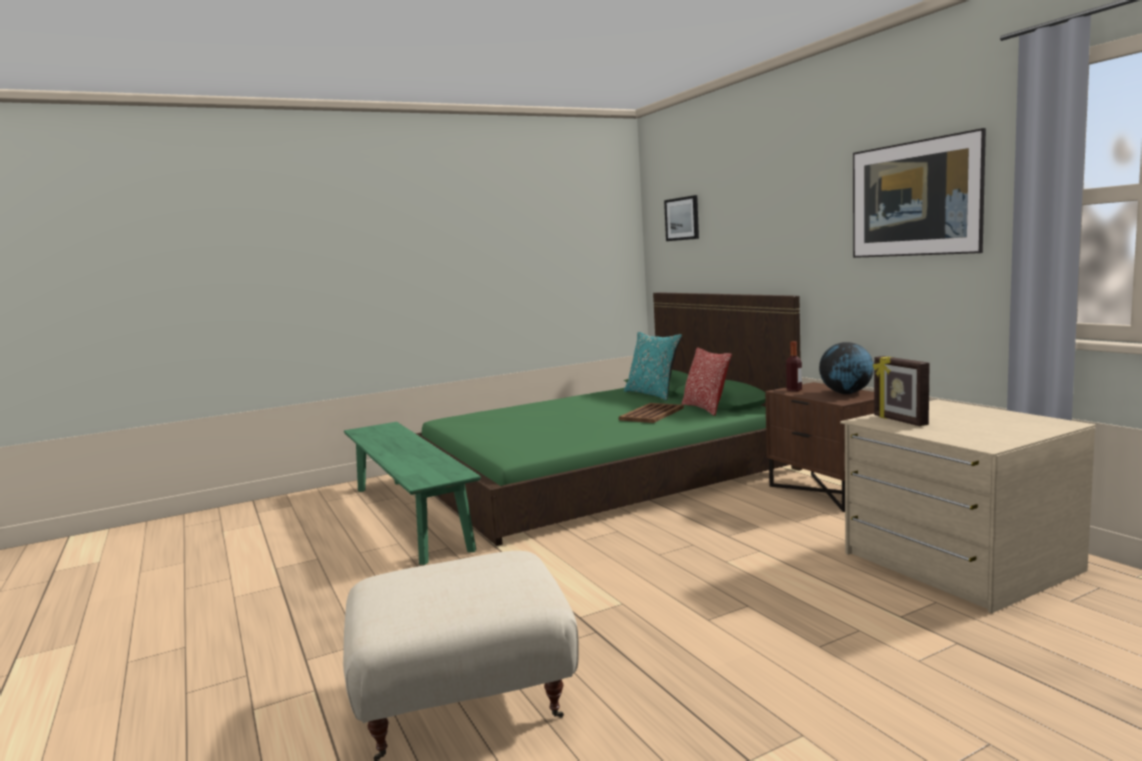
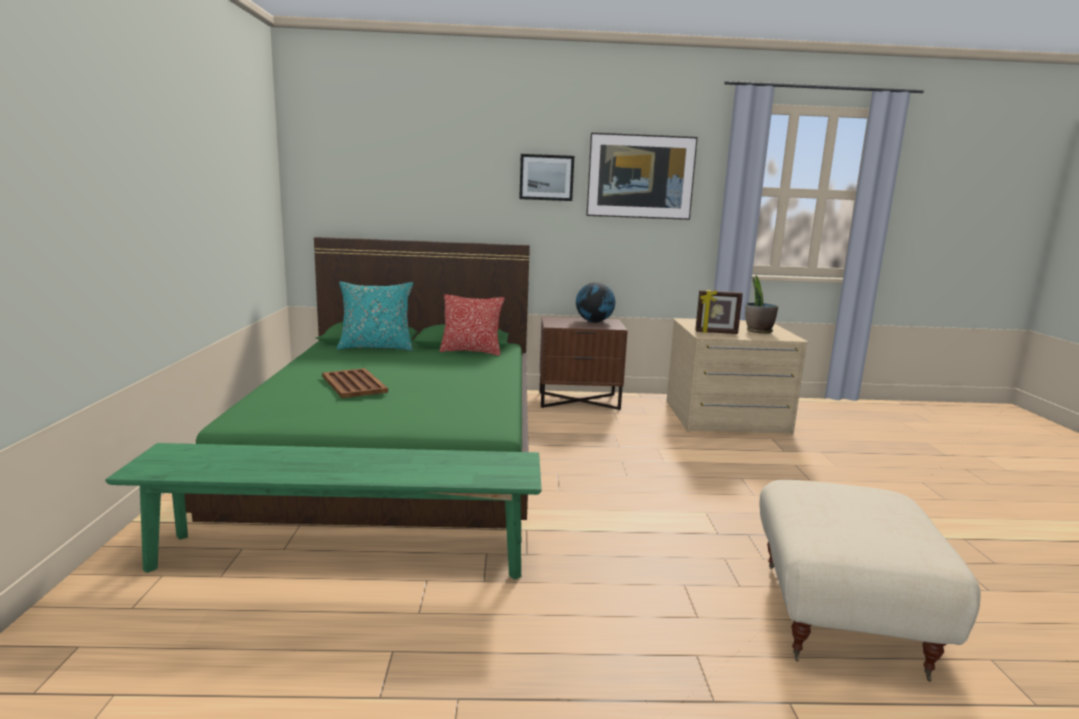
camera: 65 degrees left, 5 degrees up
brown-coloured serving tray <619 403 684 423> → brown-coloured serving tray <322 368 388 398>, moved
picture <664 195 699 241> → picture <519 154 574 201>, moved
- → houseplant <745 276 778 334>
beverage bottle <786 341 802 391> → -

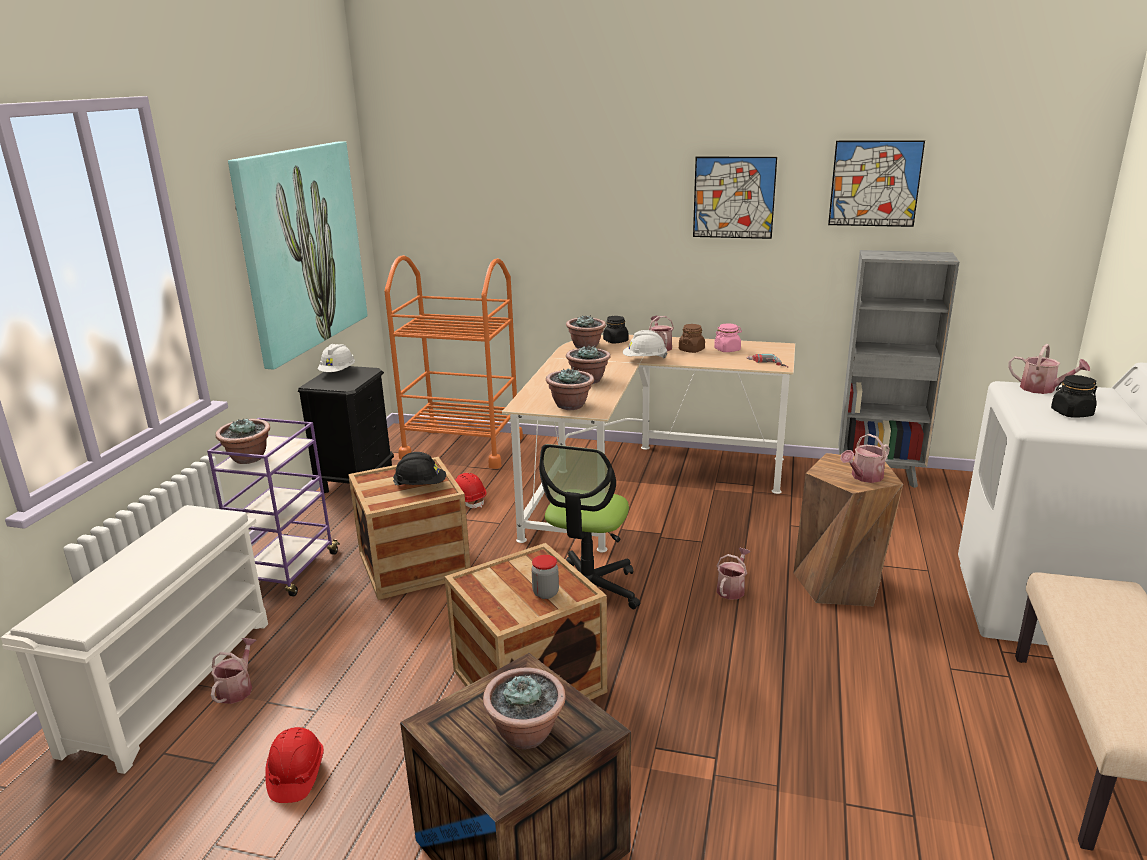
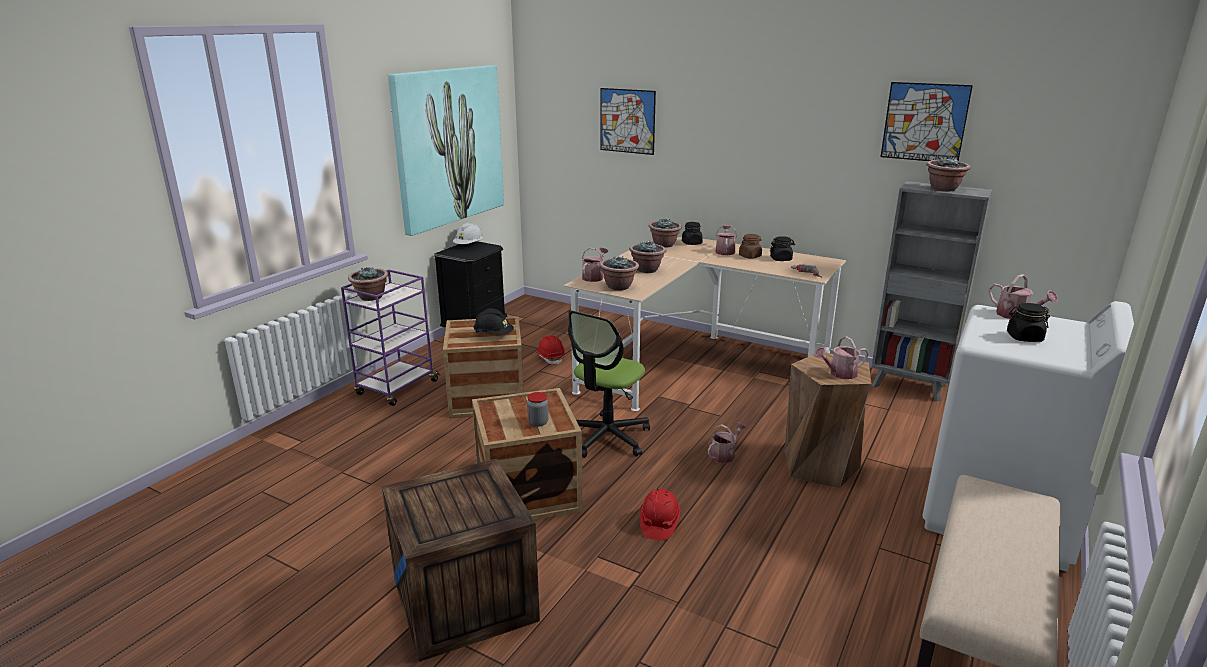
camera: 15 degrees right, 0 degrees up
sprinkling can <211 638 257 704> → sprinkling can <582 248 608 282>, moved
picture <693 157 777 239> → picture <600 88 656 155>, moved
red-coloured work helmet <265 727 324 803> → red-coloured work helmet <640 489 681 540>, moved
pink storage jar <714 323 742 352> → black storage jar <770 236 795 261>
houseplant <483 667 566 749> → houseplant <926 156 971 191>, moved
white shoe stand <1 505 268 774> → -
orangey cart <385 255 523 469> → -
white work helmet <623 330 667 358> → -

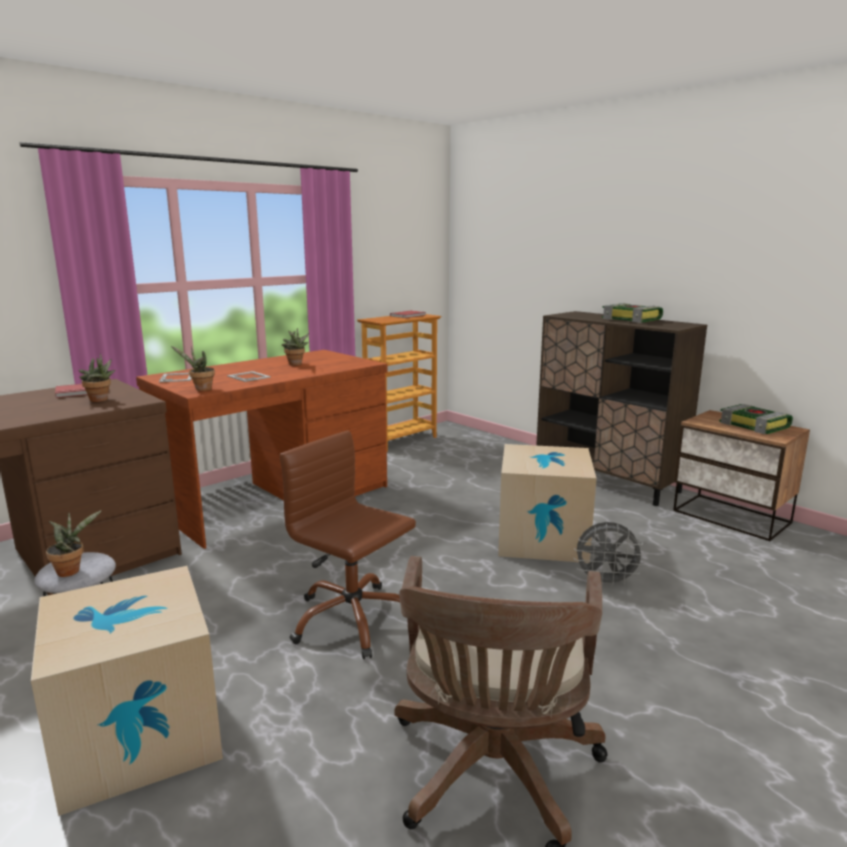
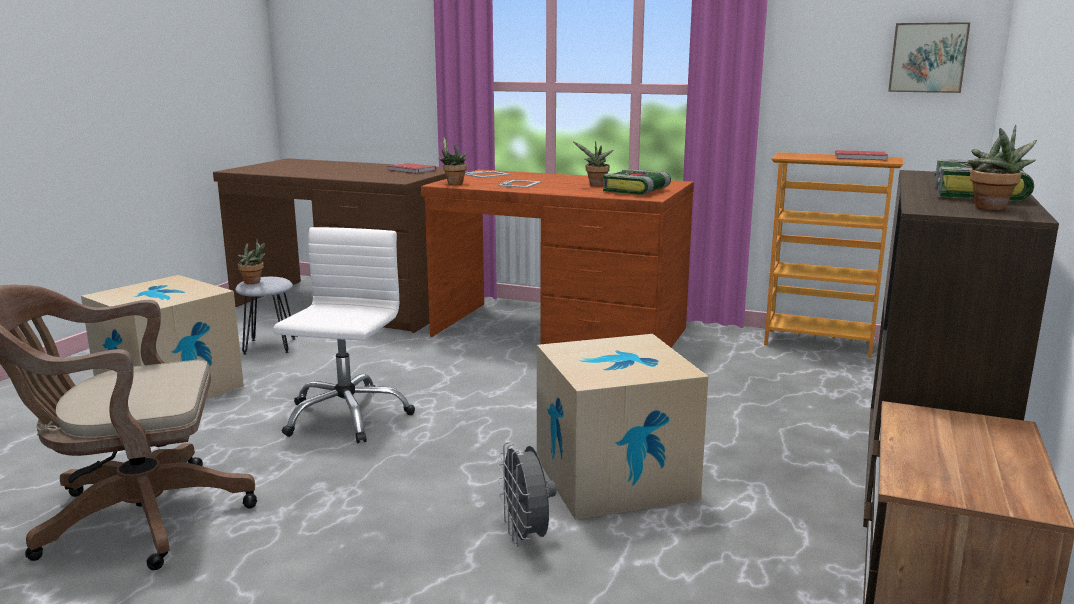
camera: 65 degrees right, 0 degrees up
brown-coloured office chair <280 431 416 659> → white office chair <273 227 415 443>
book <719 404 793 434> → book <603 169 671 195>, moved
- → picture <888 22 970 93>
houseplant <79 353 115 402> → houseplant <967 125 1037 210>, moved

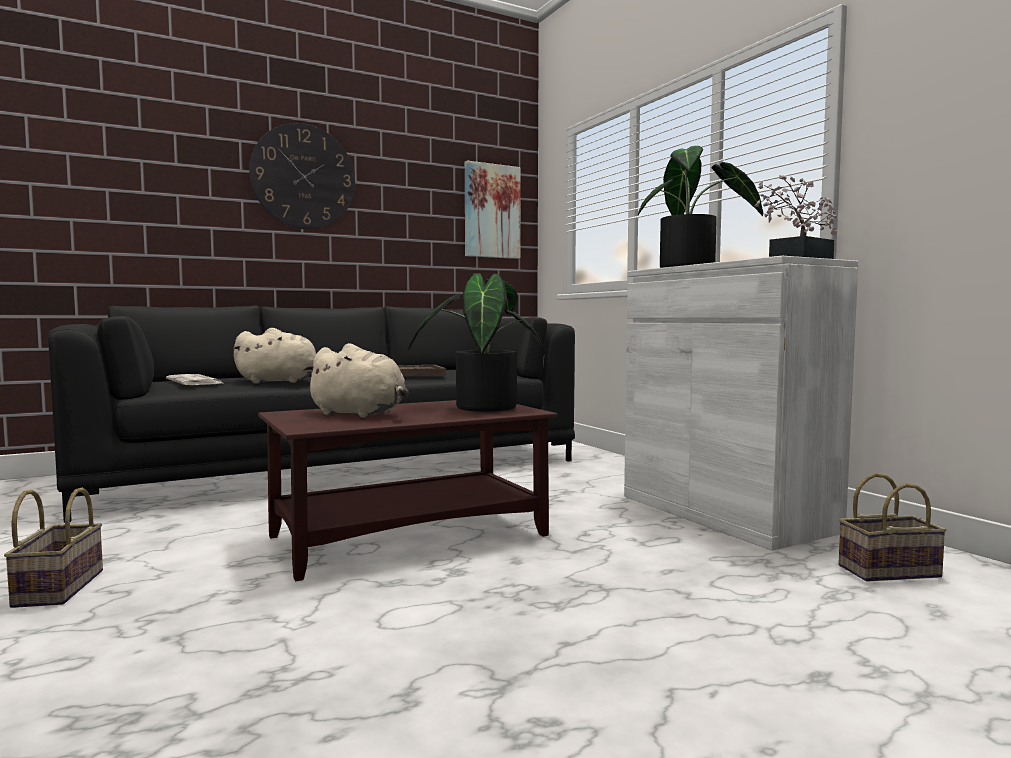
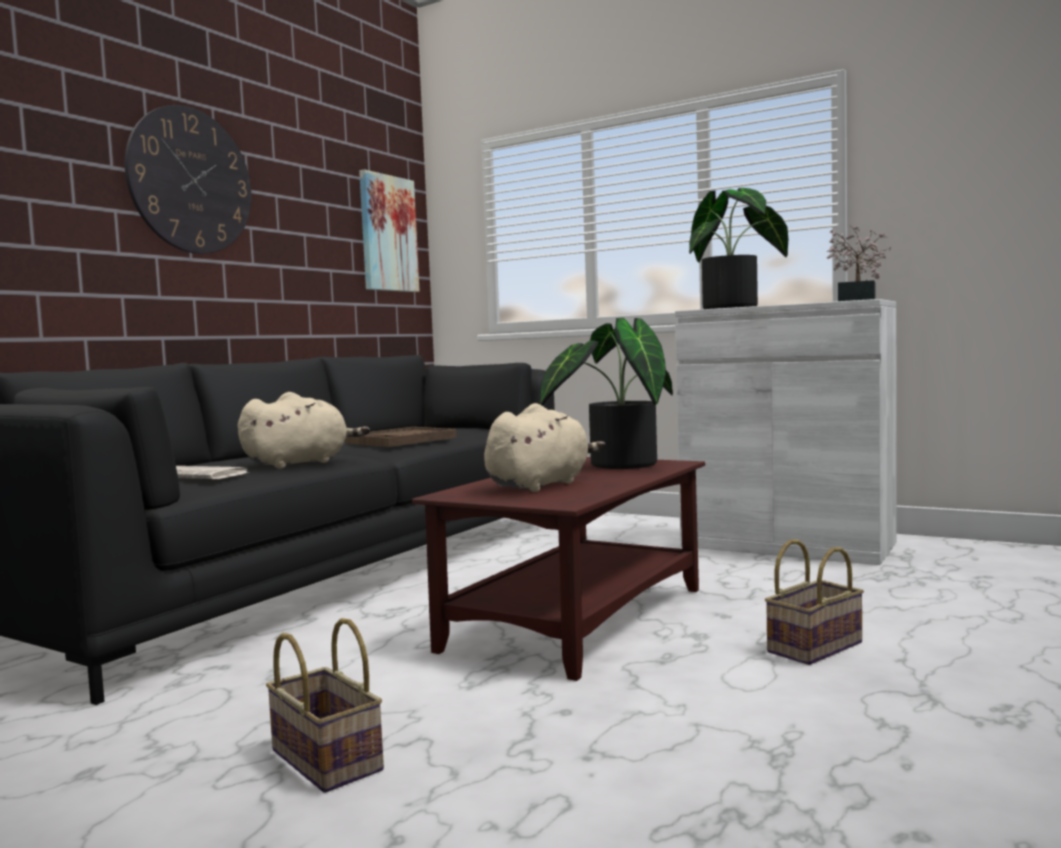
camera: 30 degrees left, 0 degrees up
beige soft toy <304 343 408 418> → beige soft toy <484 403 606 492>, 45 degrees counterclockwise
storage basket <838 473 947 582> → storage basket <765 539 864 665>, moved

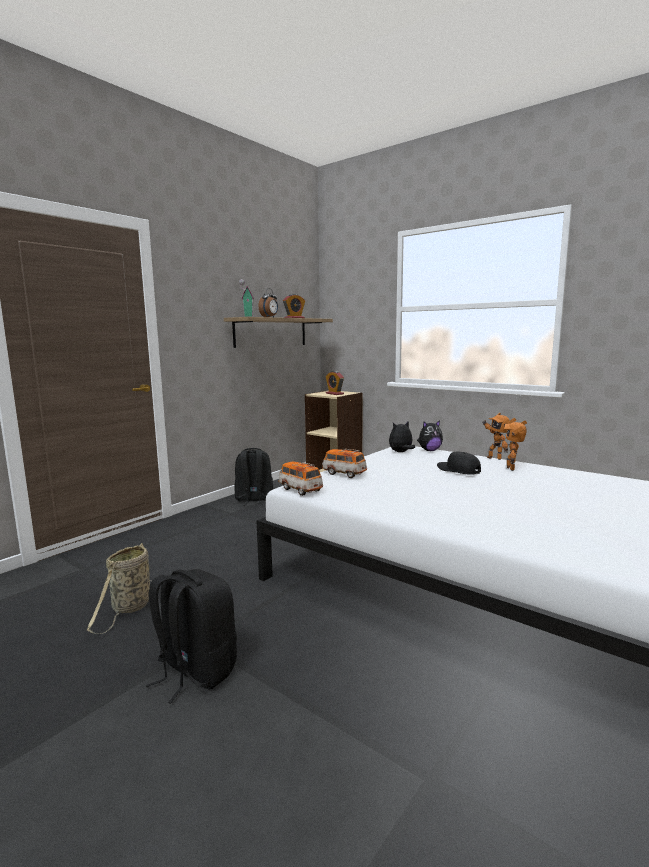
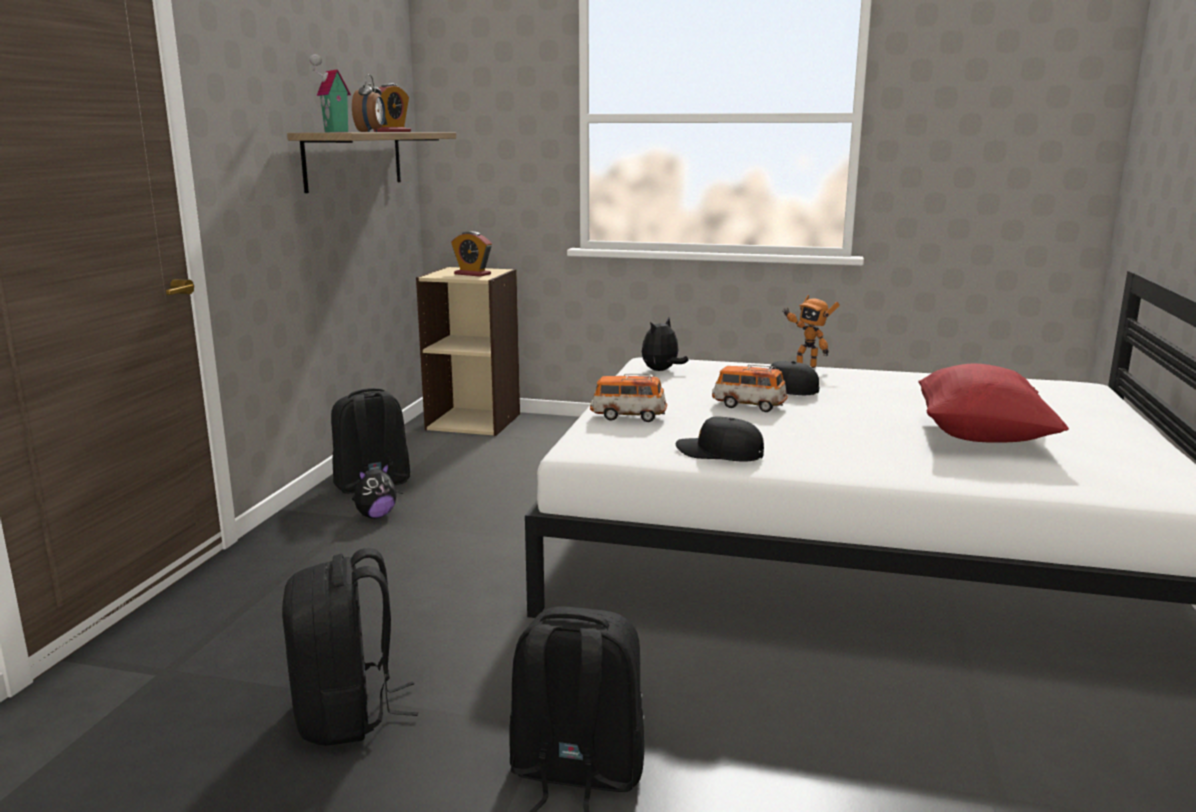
camera: 25 degrees left, 5 degrees up
storage basket <87 543 151 634> → black rucksack <282 548 418 746>
soft toy <417 420 443 451> → soft toy <352 463 397 519>, moved
- → black cap <676 417 764 462>
miniature car <278 461 323 496> → miniature car <712 365 788 412>, moved
- → red-coloured pillow <918 364 1069 443>
toy robot <504 420 527 471> → -

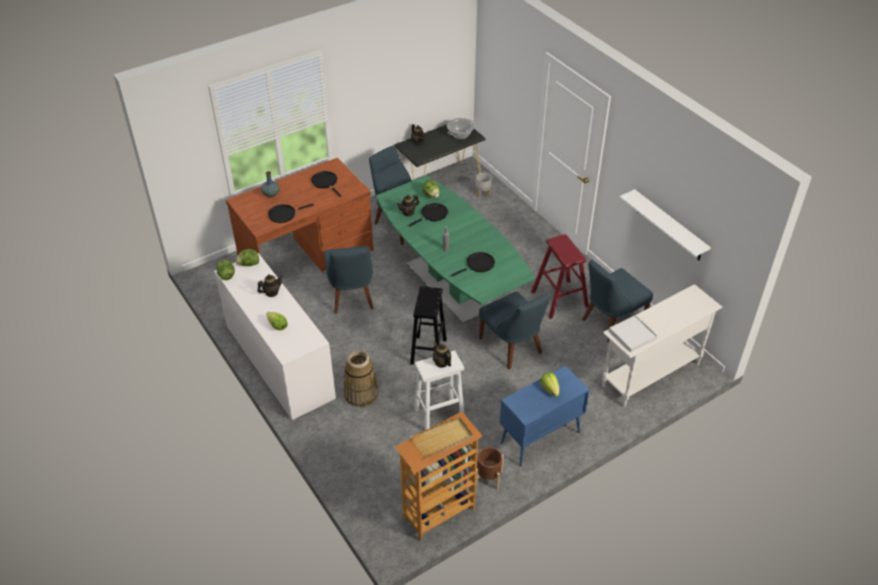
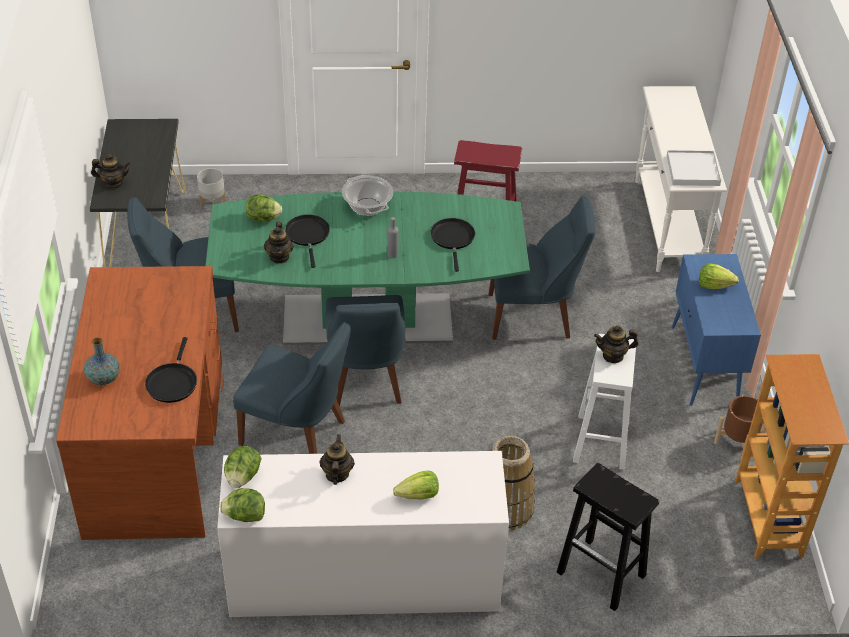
camera: 60 degrees left, 0 degrees up
blue chair <582 260 653 343> → blue chair <326 295 405 406>, moved
stockpot <447 118 475 139> → stockpot <342 175 393 216>, moved
black stool <410 286 447 365> → black stool <557 463 659 611>, moved
black skillet <311 171 341 197> → -
beige serving tray <411 417 473 459> → -
white bracket shelf <619 189 711 261> → -

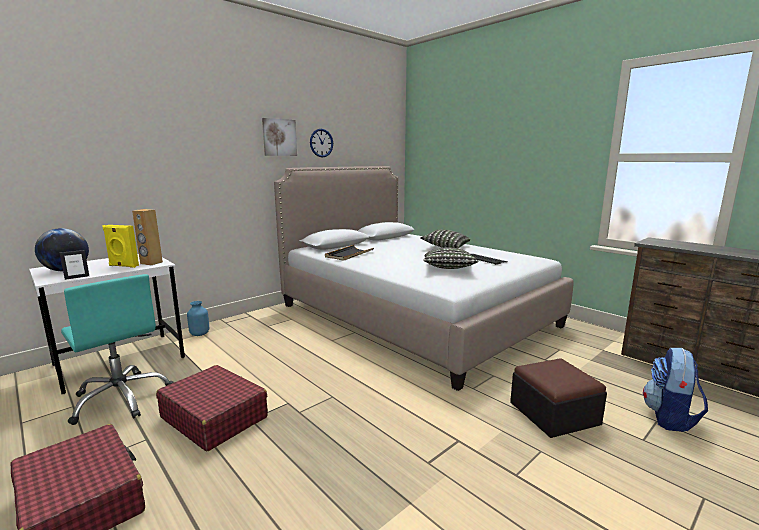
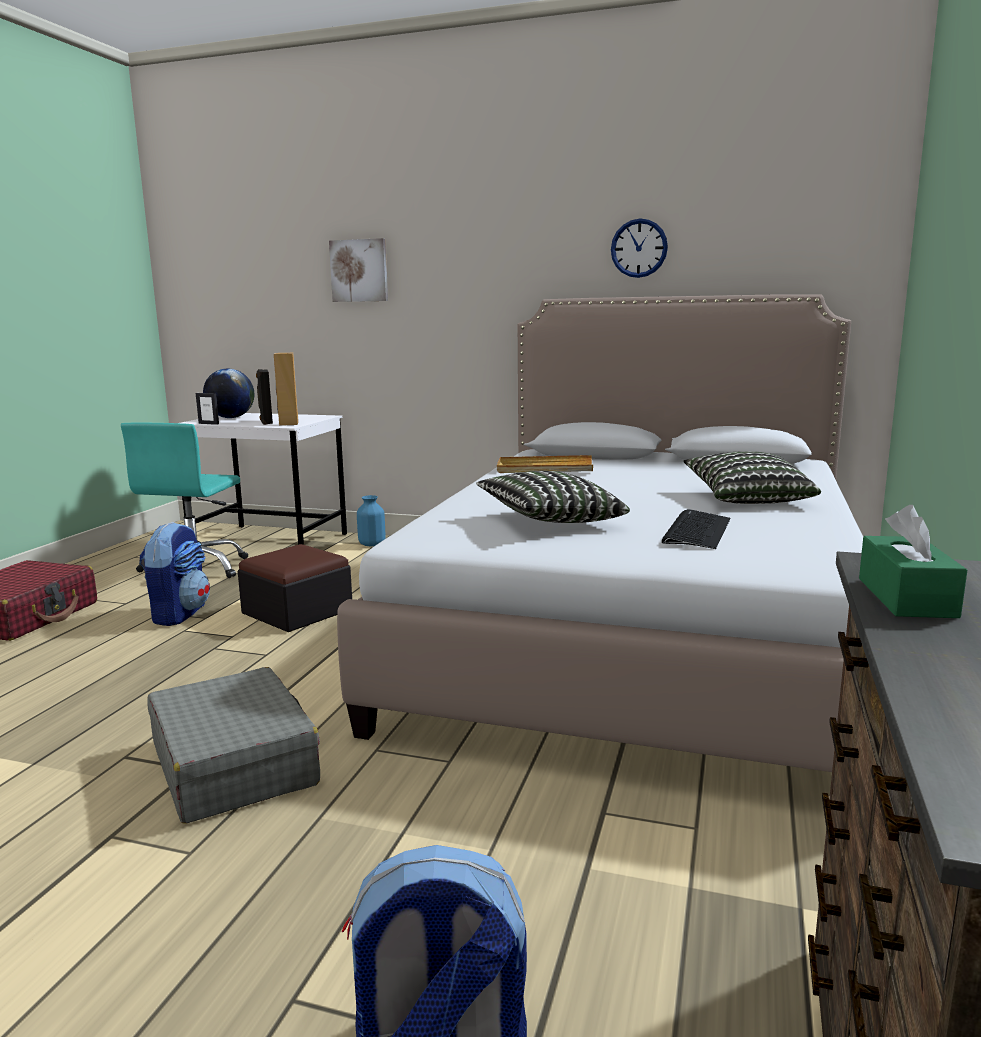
camera: 60 degrees right, 0 degrees up
red-coloured travel case <156 365 268 451> → rucksack <139 522 210 626>
- → grey travel case <148 667 320 824>
footrest <510 358 607 438> → footrest <238 544 352 632>, moved
yellow loudspeaker <102 225 139 268> → black loudspeaker <256 369 273 425>
picture <262 118 297 156> → picture <329 238 388 302>, moved
black serving tray <325 245 374 261> → beige serving tray <497 455 593 473>
- → green-coloured tissue box <859 505 967 618>

